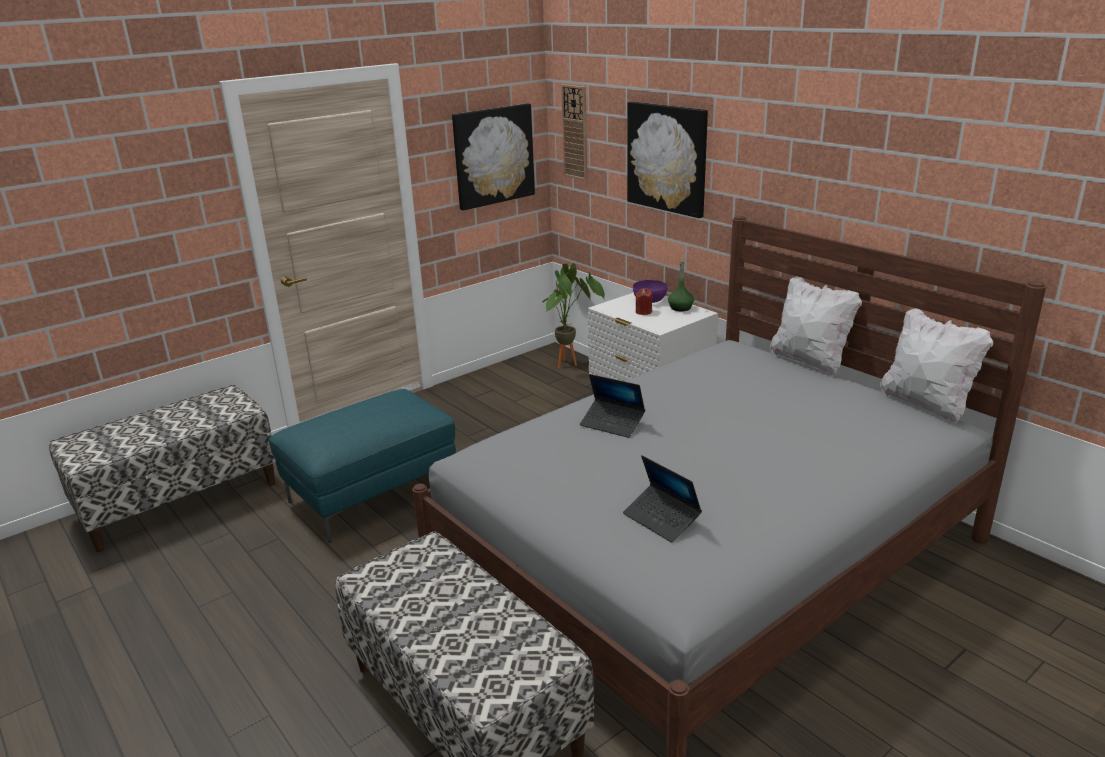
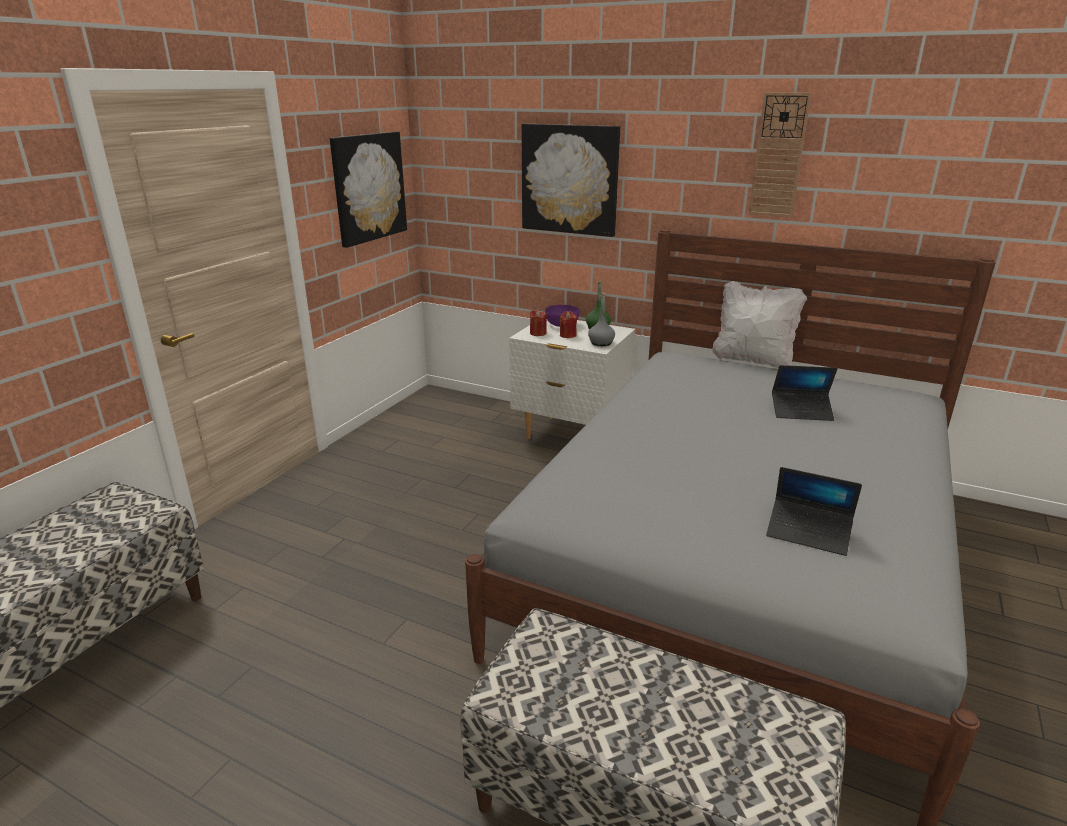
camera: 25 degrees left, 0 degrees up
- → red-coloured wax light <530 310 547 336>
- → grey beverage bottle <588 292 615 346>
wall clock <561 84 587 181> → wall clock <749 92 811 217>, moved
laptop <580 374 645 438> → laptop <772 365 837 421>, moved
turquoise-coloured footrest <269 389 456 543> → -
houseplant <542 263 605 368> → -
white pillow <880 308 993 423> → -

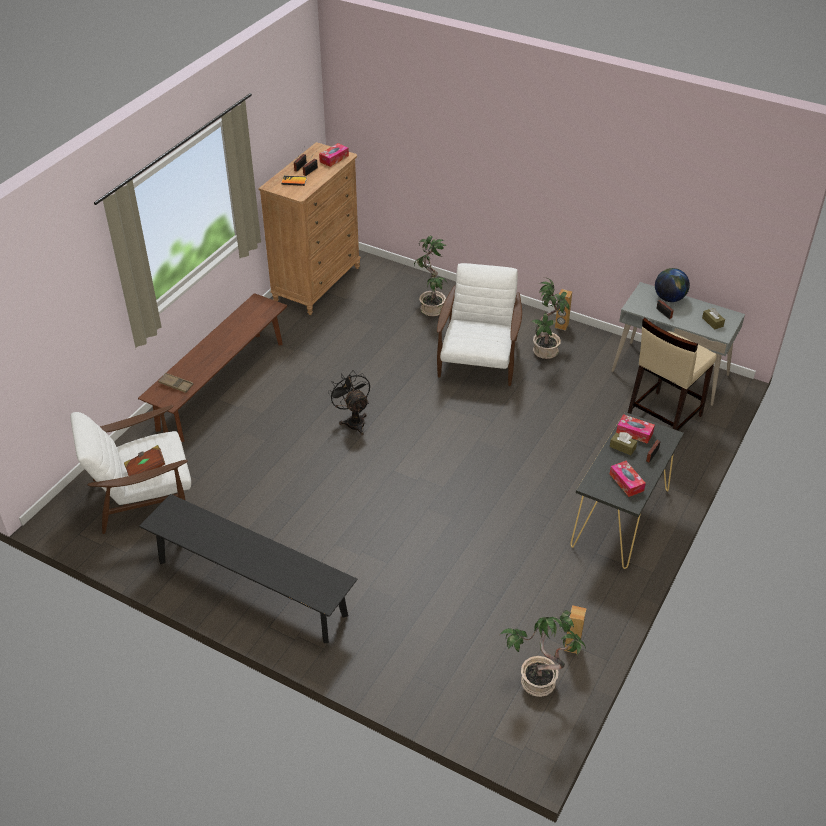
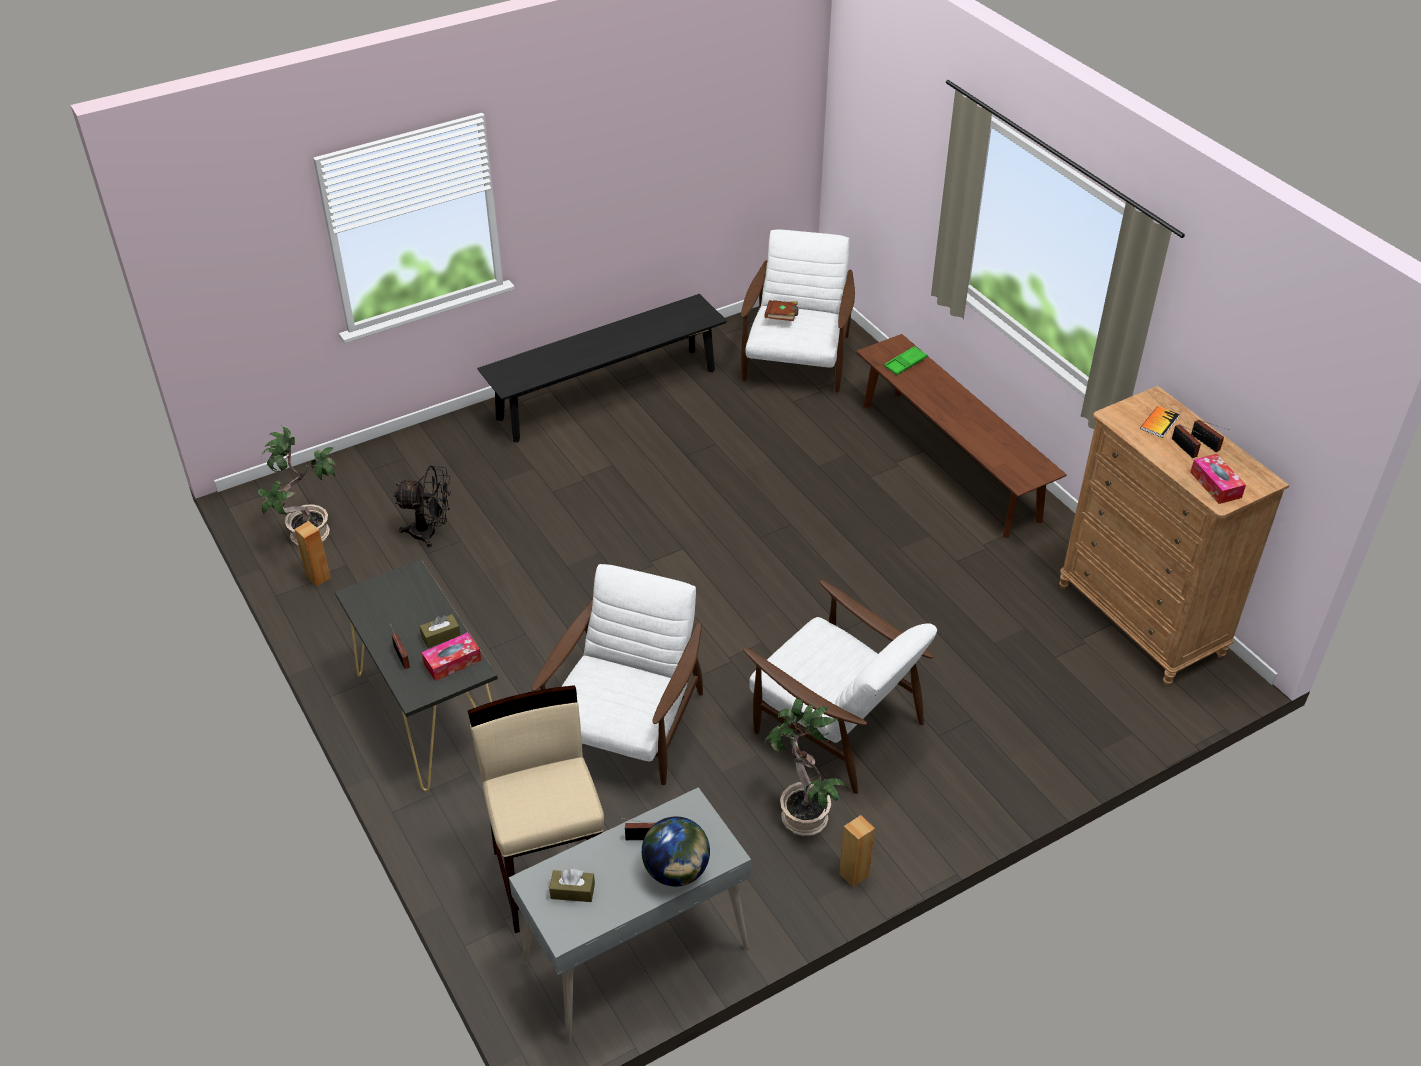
camera: 120 degrees right, 0 degrees up
black fan <329 370 370 435> → black fan <394 466 451 548>, moved
- → white armchair <532 564 703 785>
brown-coloured serving tray <158 373 193 393> → green-coloured serving tray <884 346 927 375>
houseplant <414 235 447 316> → -
tissue box <610 461 646 497> → -

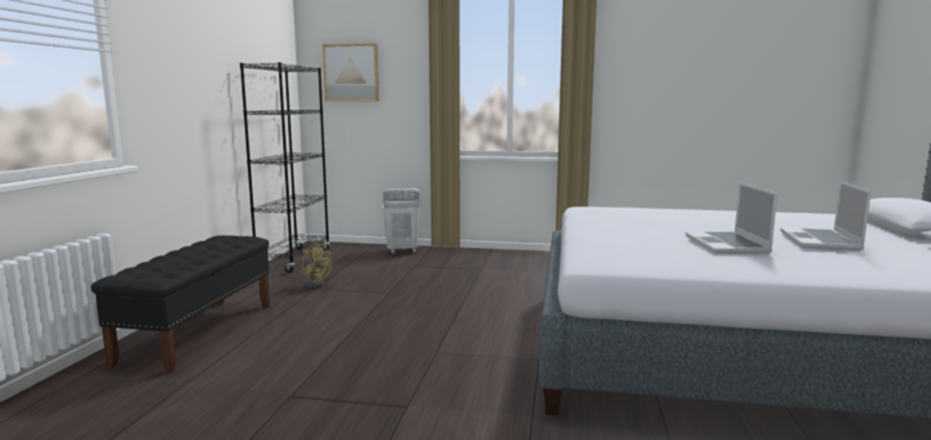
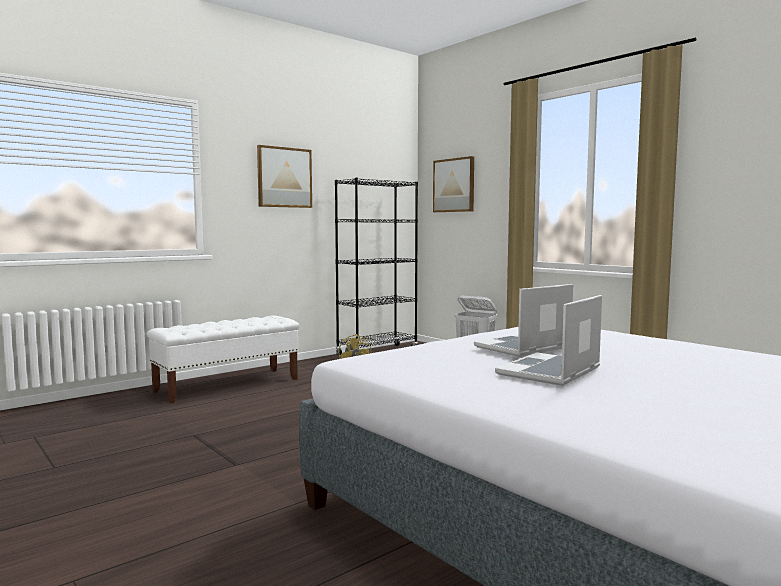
camera: 40 degrees right, 5 degrees down
black long seat <91 235 270 373> → white long seat <147 315 299 404>
- → picture <257 145 312 208>
laptop <780 181 871 250> → laptop <474 284 573 357>, moved

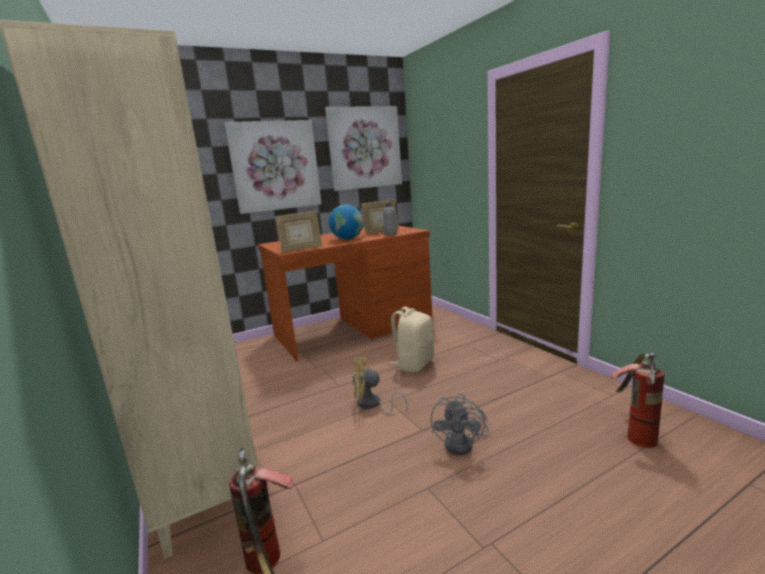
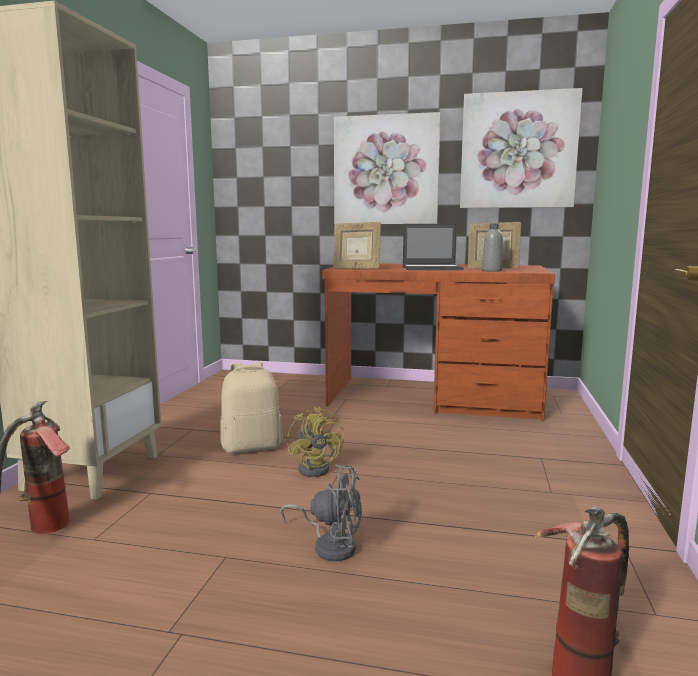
camera: 40 degrees right, 5 degrees down
beige rucksack <389 307 434 373> → beige rucksack <220 362 283 453>, moved
grey fan <431 393 490 455> → grey fan <280 464 362 561>, 135 degrees counterclockwise
yellow fan <353 357 408 414> → yellow fan <287 406 344 477>, 150 degrees counterclockwise
desk globe <329 205 363 239> → laptop <403 224 464 270>

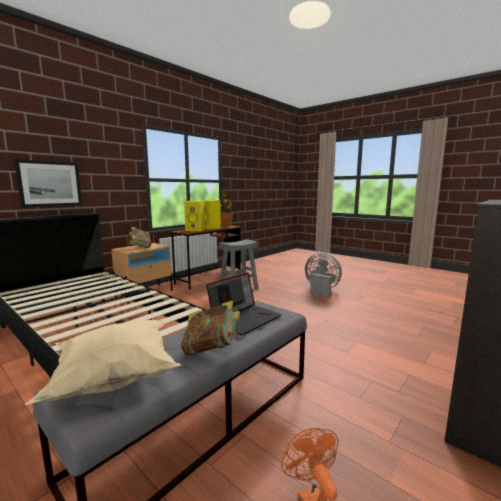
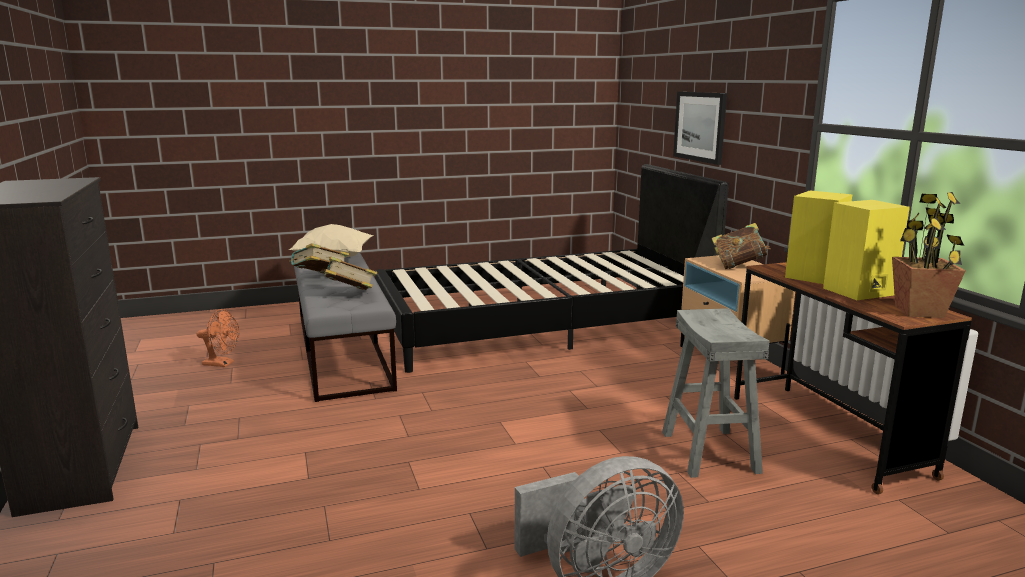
camera: 120 degrees right, 5 degrees up
laptop <206 272 281 335> → book <321 256 377 290>

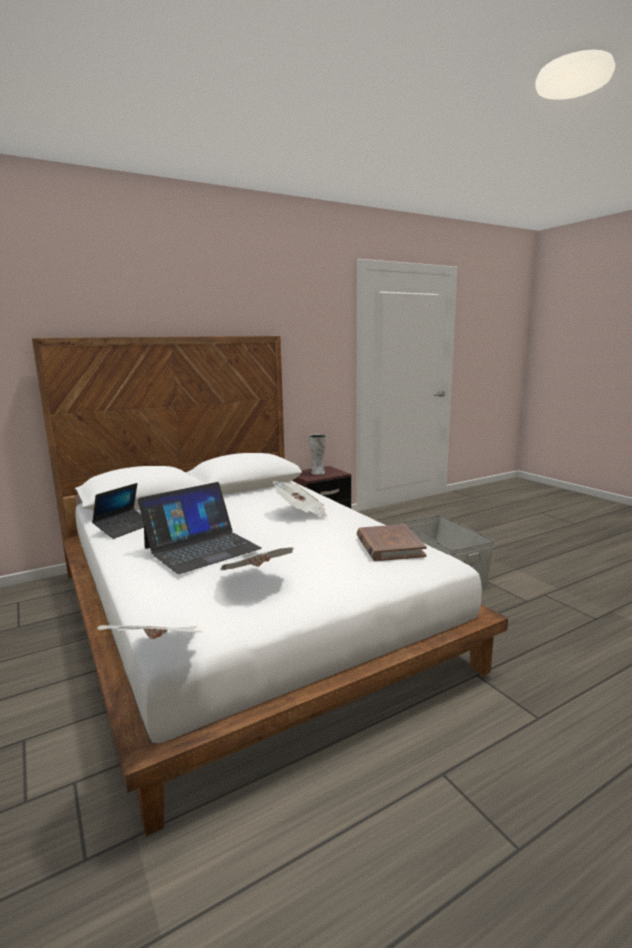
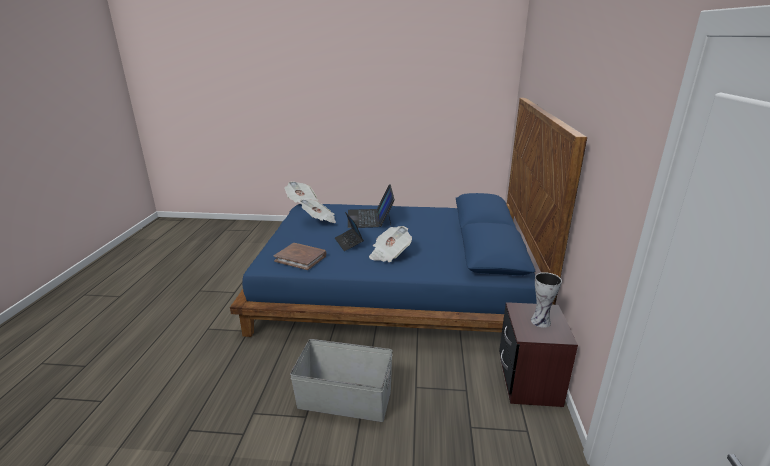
camera: 125 degrees right, 10 degrees up
white bedroom bed <32 336 508 836> → blue bedroom bed <230 98 587 337>
laptop <92 483 144 539> → laptop <335 212 364 251>, moved

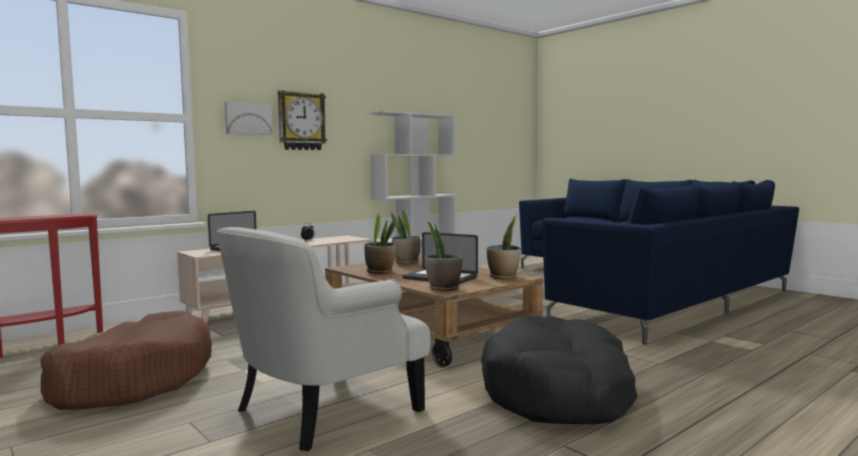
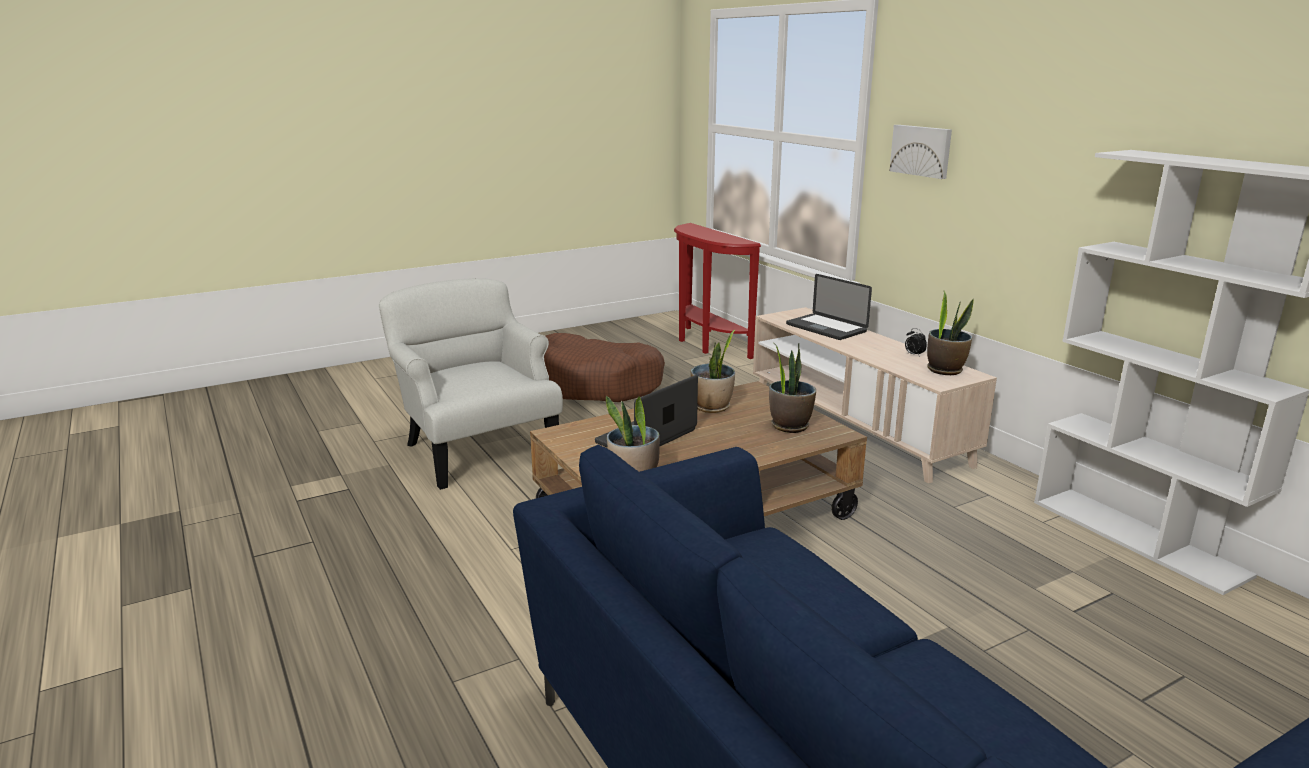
camera: 100 degrees right, 15 degrees up
houseplant <425 222 462 291> → houseplant <927 291 974 375>, moved
wall clock <278 90 327 150> → -
black dog cushion <481 315 637 424> → -

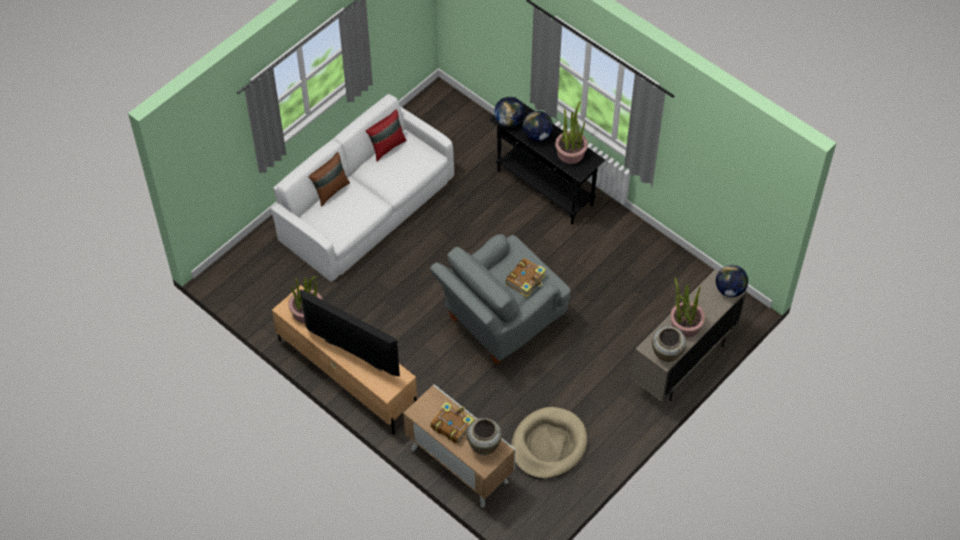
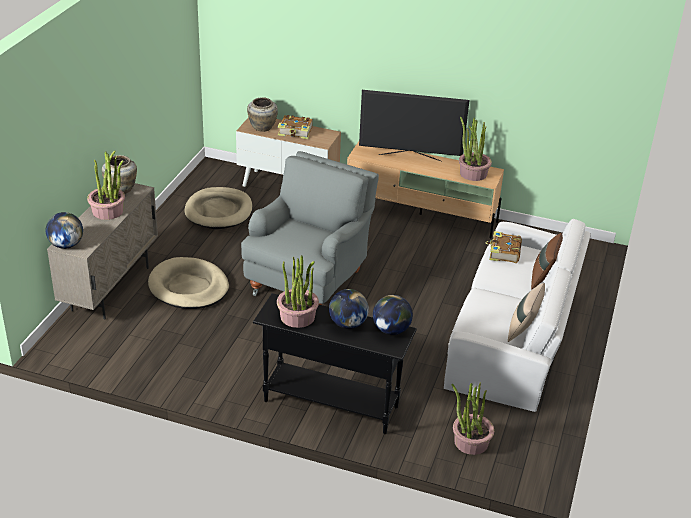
camera: 155 degrees right, 20 degrees down
- → beige dog cushion <148 257 229 309>
- → houseplant <452 383 494 455>
book <506 258 546 298> → book <485 231 522 263>, moved
red-coloured pillow <366 109 407 161> → beige pillow <508 283 545 342>

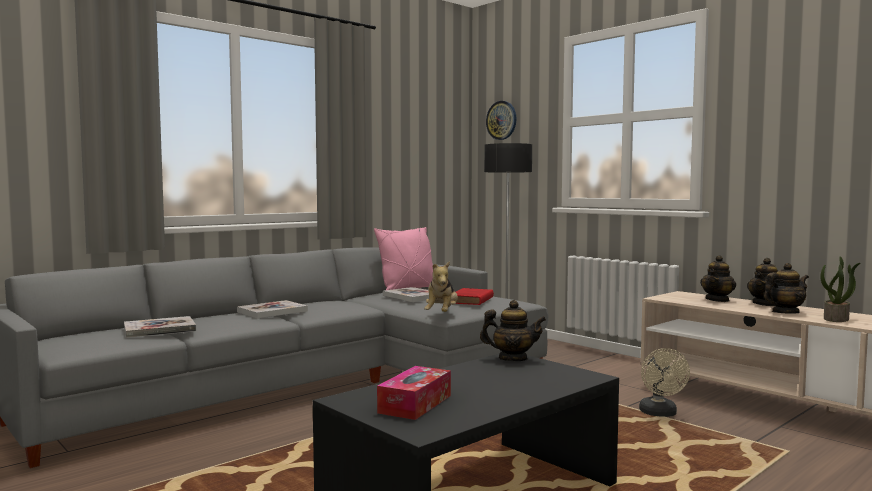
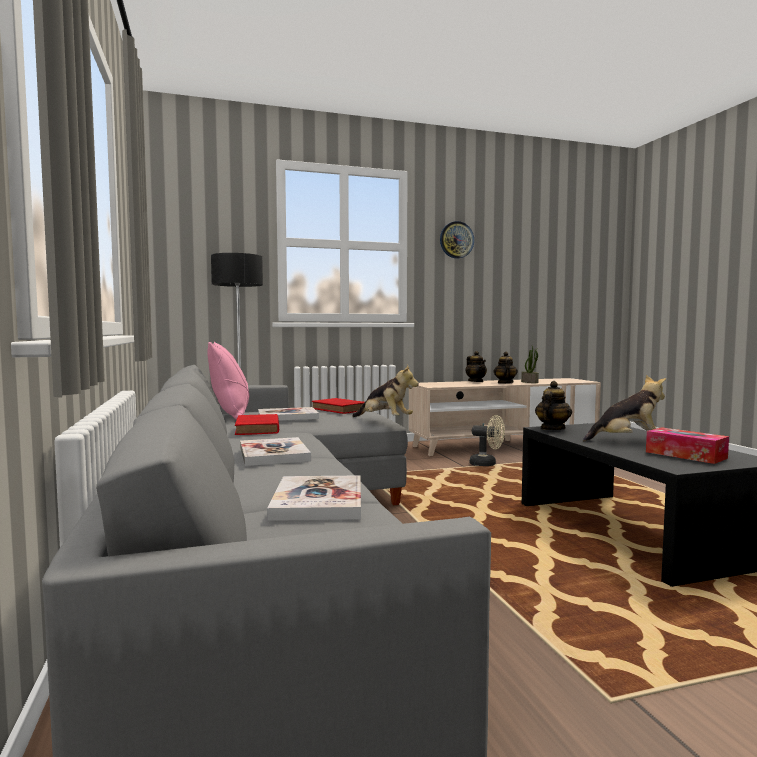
camera: 65 degrees left, 0 degrees up
- → red-coloured book <235 414 279 435>
wall clock <486 101 516 140> → wall clock <440 221 474 259>, moved
- → soft toy <583 375 666 441>
teapot <700 255 736 302> → -

